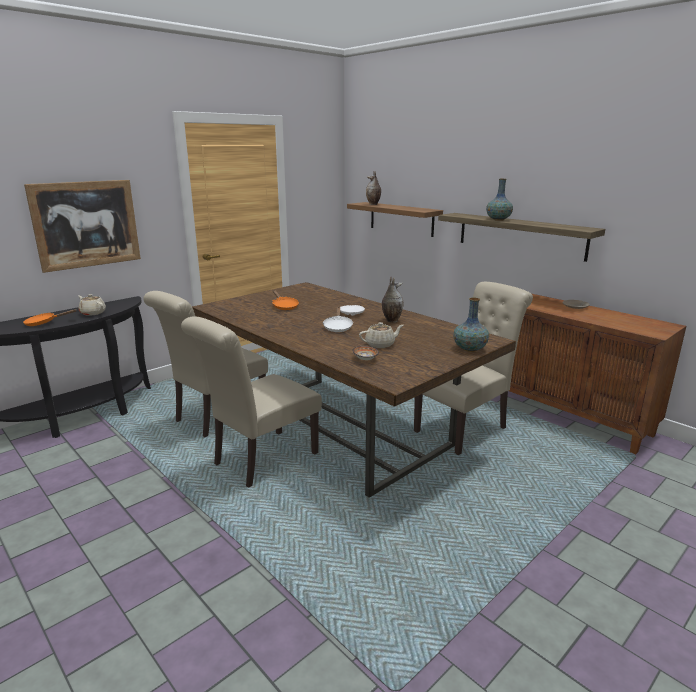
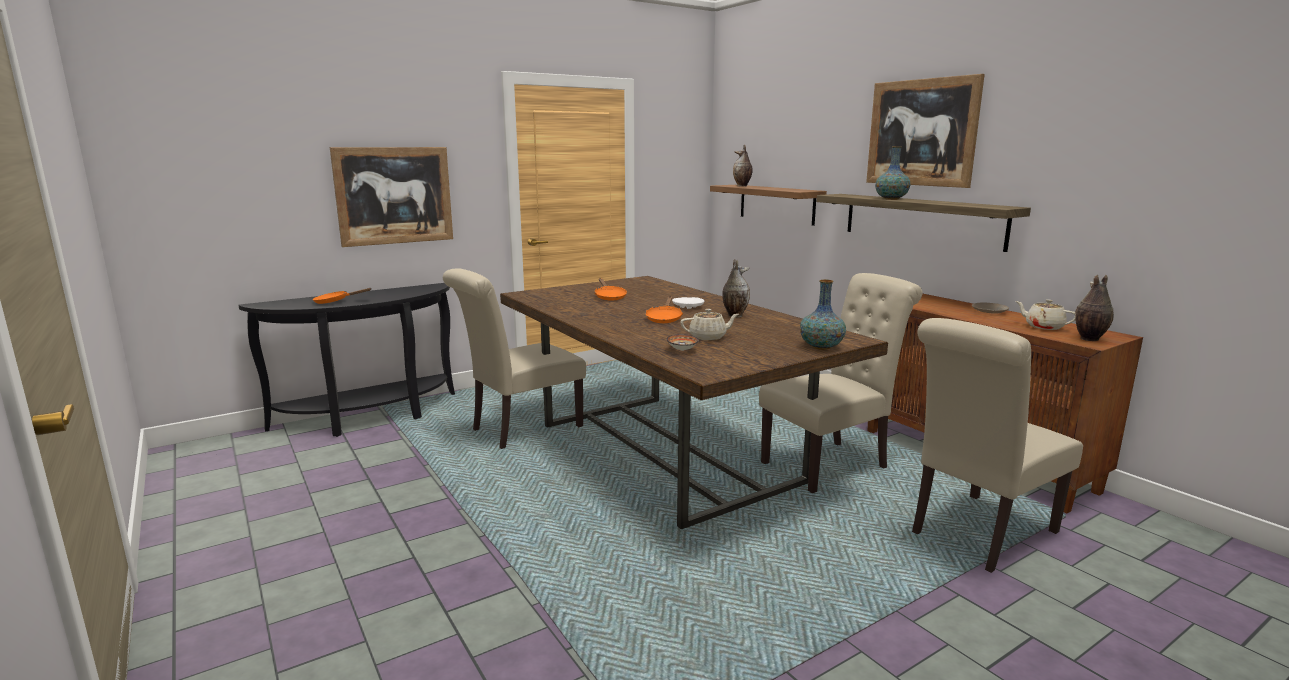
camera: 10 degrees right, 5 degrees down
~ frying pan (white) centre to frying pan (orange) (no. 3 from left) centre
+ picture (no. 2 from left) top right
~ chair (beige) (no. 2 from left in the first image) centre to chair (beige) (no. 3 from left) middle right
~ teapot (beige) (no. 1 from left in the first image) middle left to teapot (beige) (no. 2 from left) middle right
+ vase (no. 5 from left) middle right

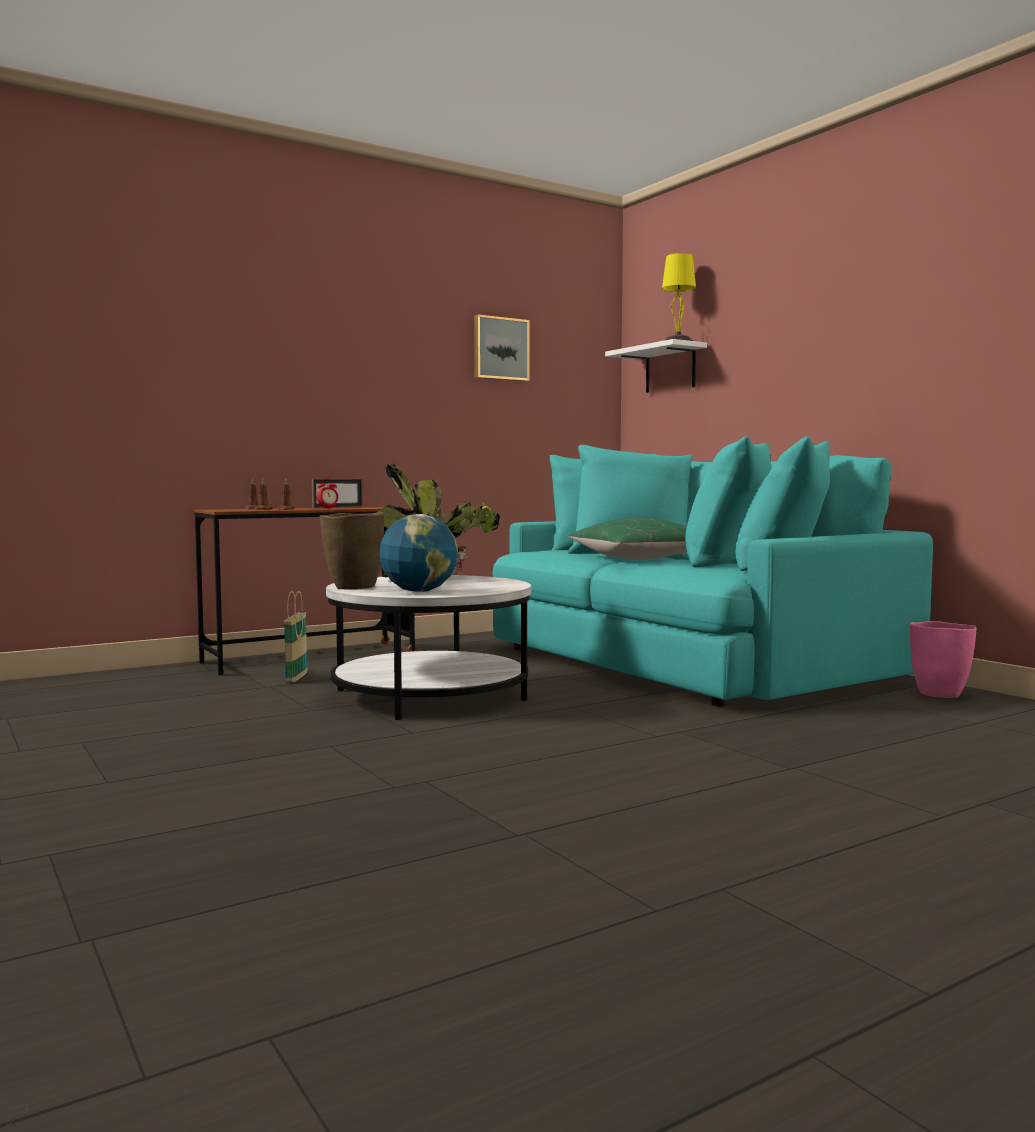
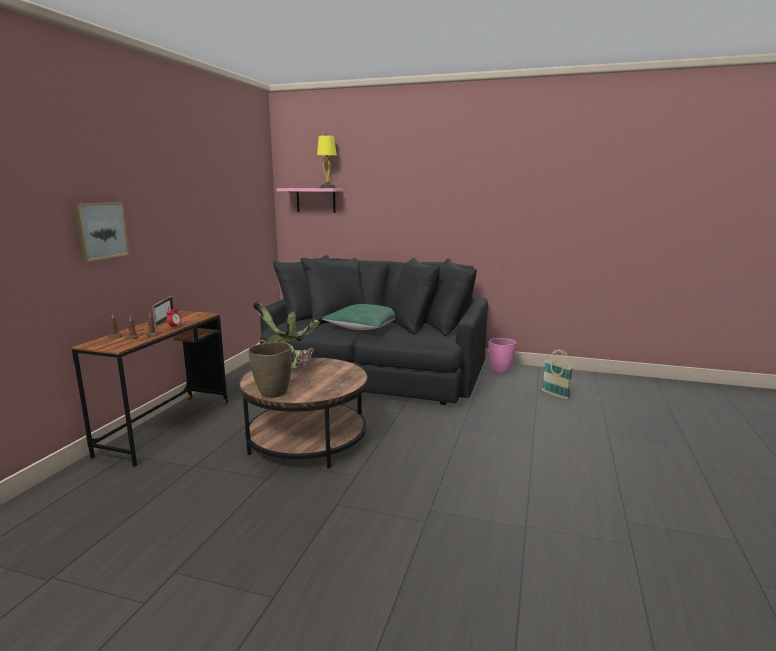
camera: 40 degrees left, 10 degrees up
~ picture top centre to middle left
~ coffee table (white) centre to coffee table (brown) centre
~ sofa (turquoise) middle right to sofa (black) centre
~ shelf (white) top centre to shelf (pink) top centre
~ basket middle left to middle right
- globe centre

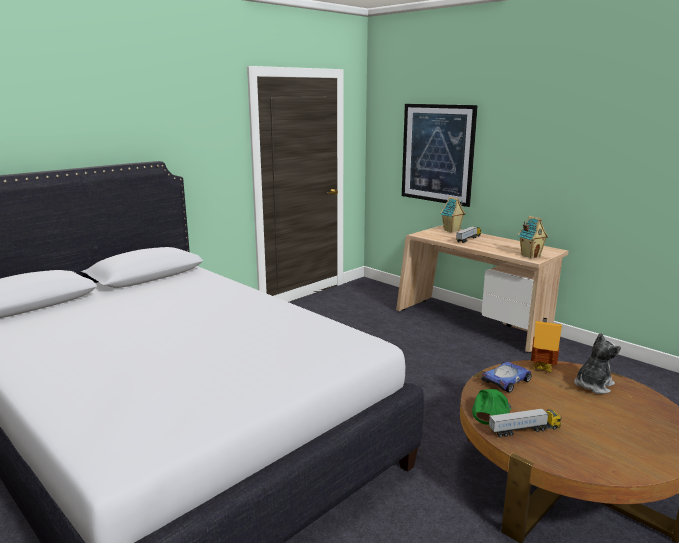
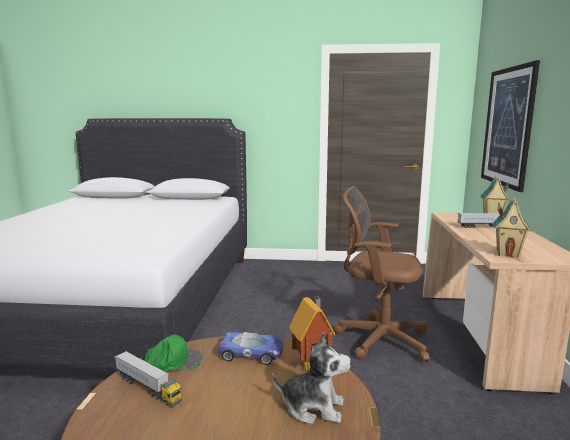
camera: 50 degrees right, 5 degrees down
+ office chair (brown) middle right

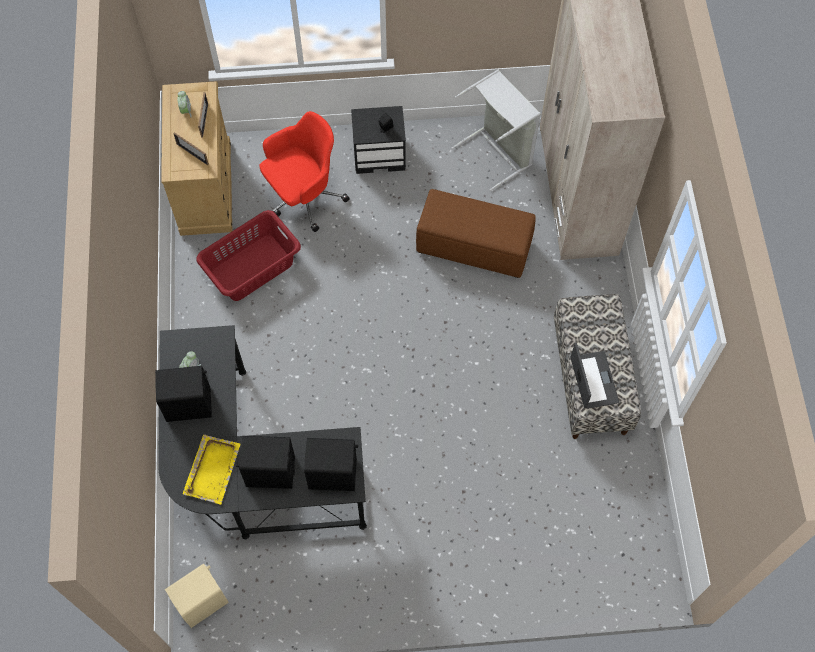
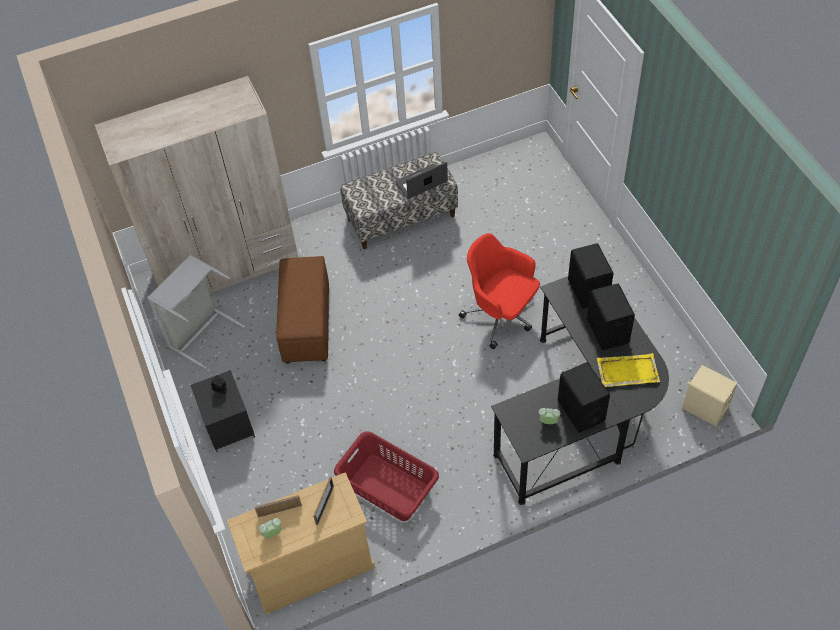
camera: 105 degrees left, 10 degrees down
~ office chair (red) top centre to centre

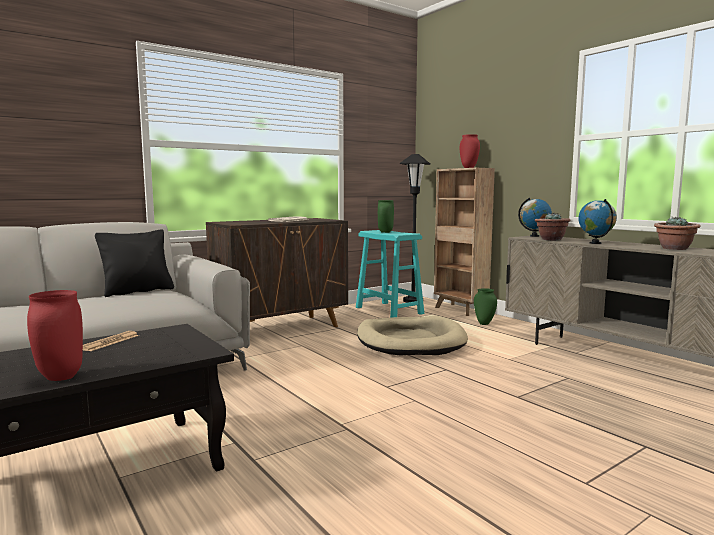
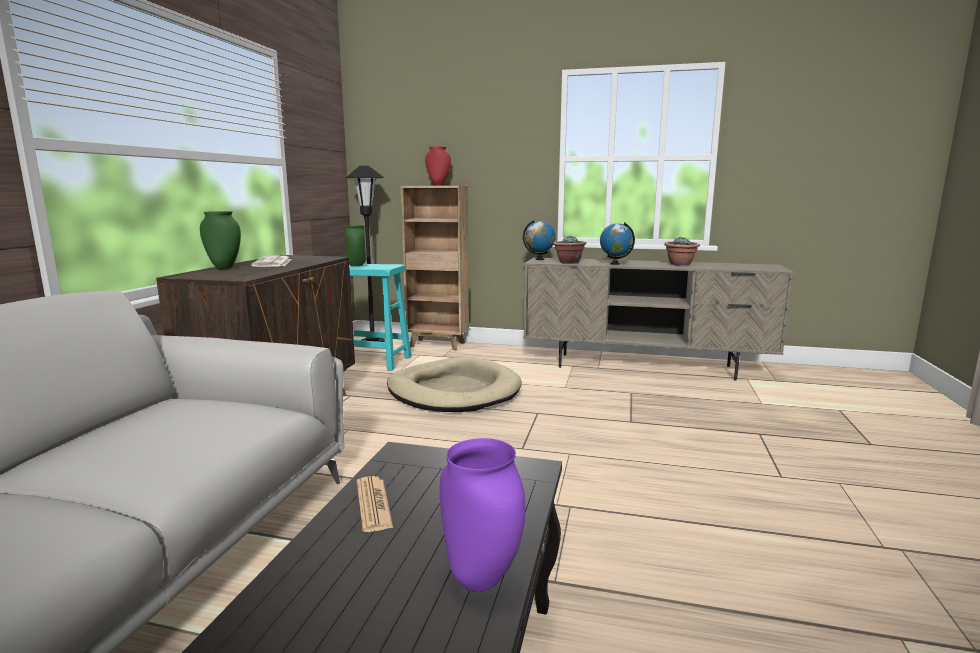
camera: 40 degrees left, 5 degrees up
~ vase (green) (no. 2 from left in the first image) middle right to vase (green) (no. 1 from left) middle left
~ vase (red) (no. 1 from left) middle left to vase (purple) bottom centre
- pillow (black) middle left

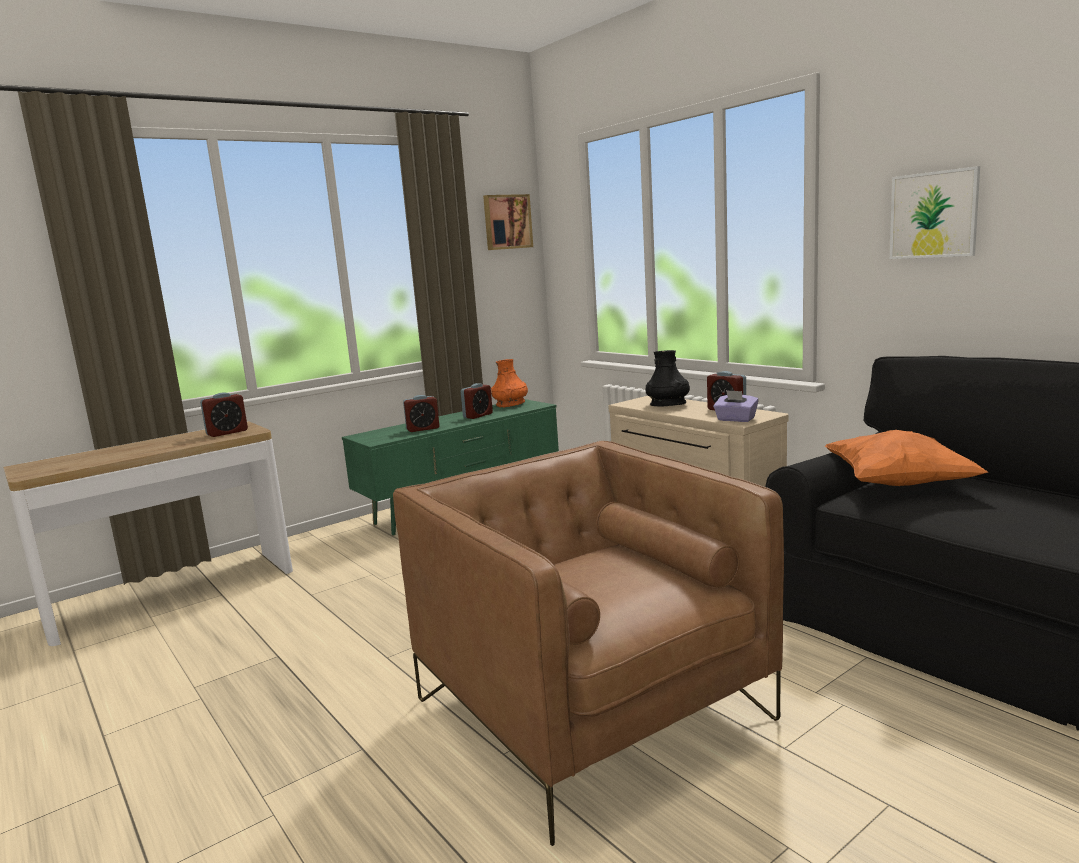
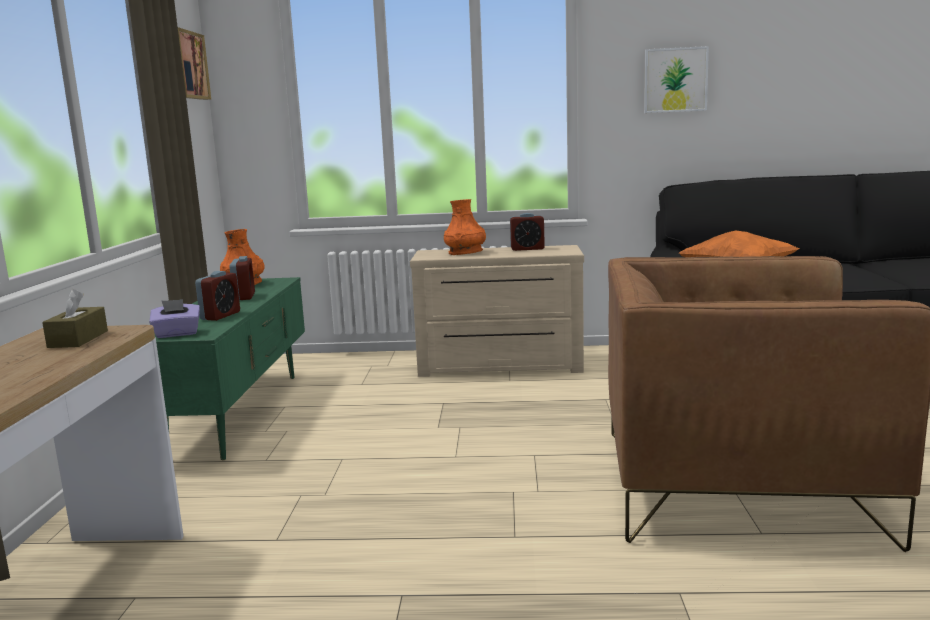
camera: 50 degrees left, 0 degrees up
~ alarm clock (no. 1 from left) middle left to tissue box (brown) middle left
~ tissue box (purple) middle right to middle left
~ vase (black) centre to vase (orange) (no. 2 from left) centre

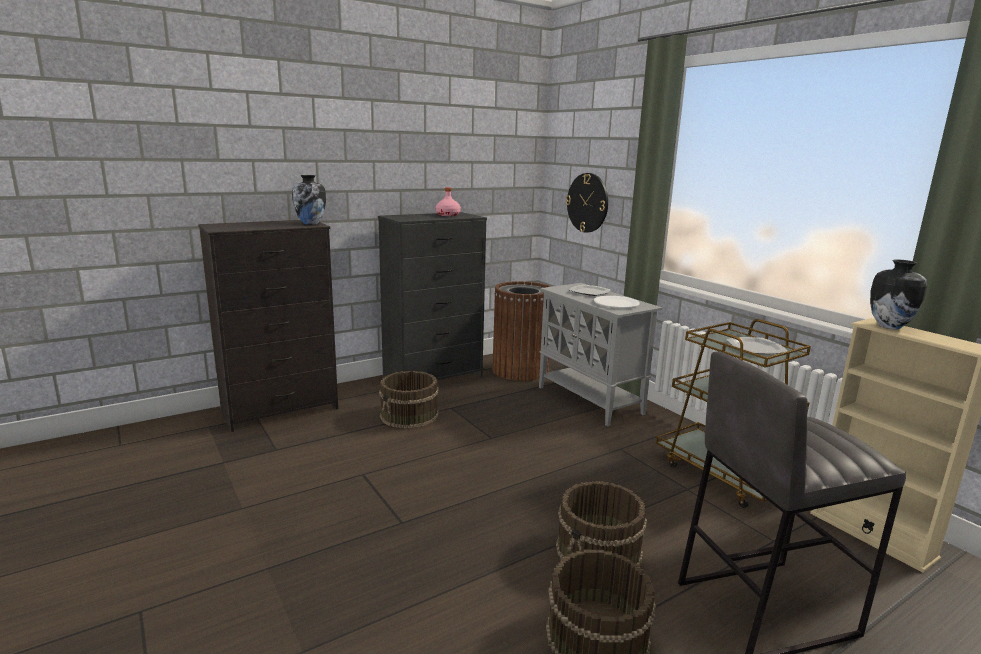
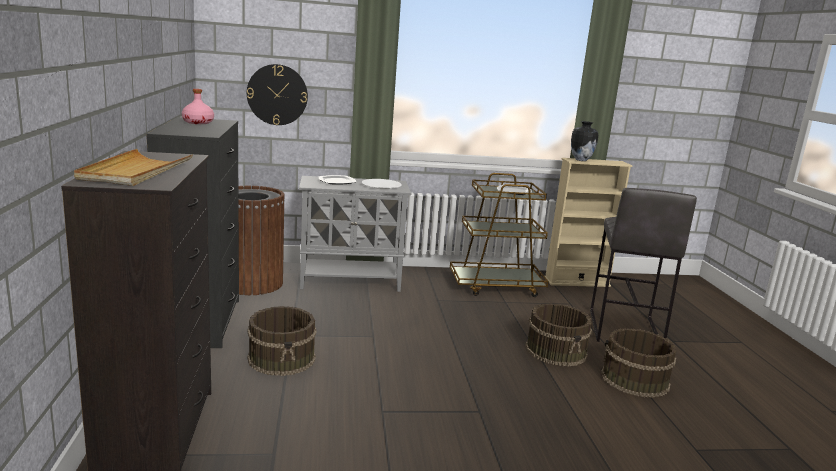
camera: 65 degrees left, 0 degrees up
+ tray (beige) middle left
- vase (no. 1 from left) top left

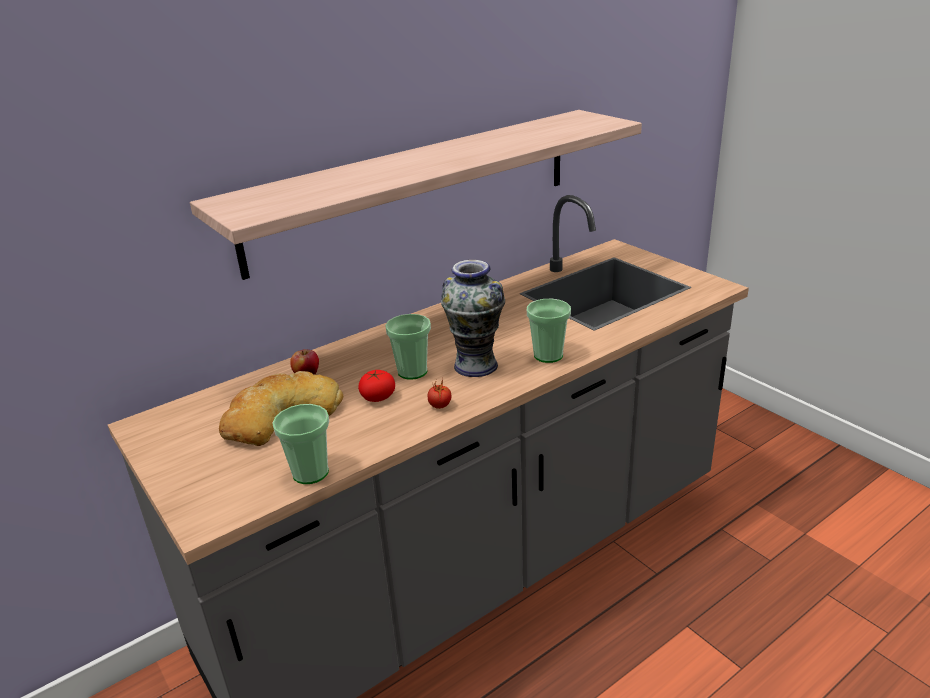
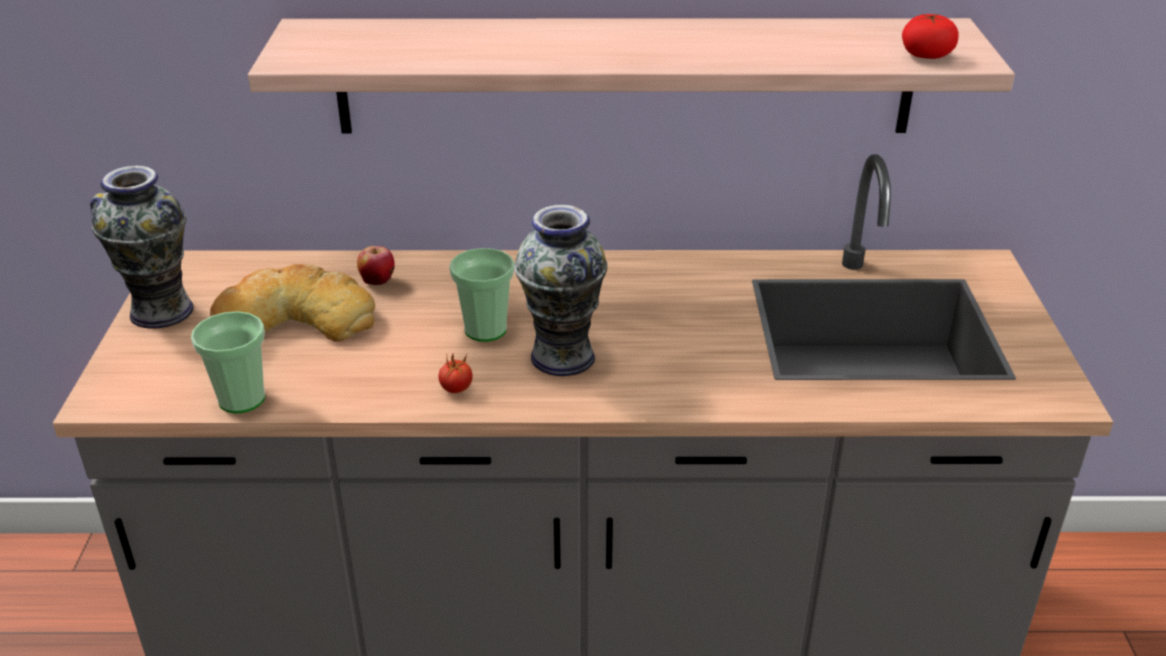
camera: 35 degrees right, 5 degrees up
+ vase (no. 1 from left) middle left
~ tomato (no. 1 from left in the first image) centre to tomato (no. 2 from left) top right
- cup (no. 3 from left) centre

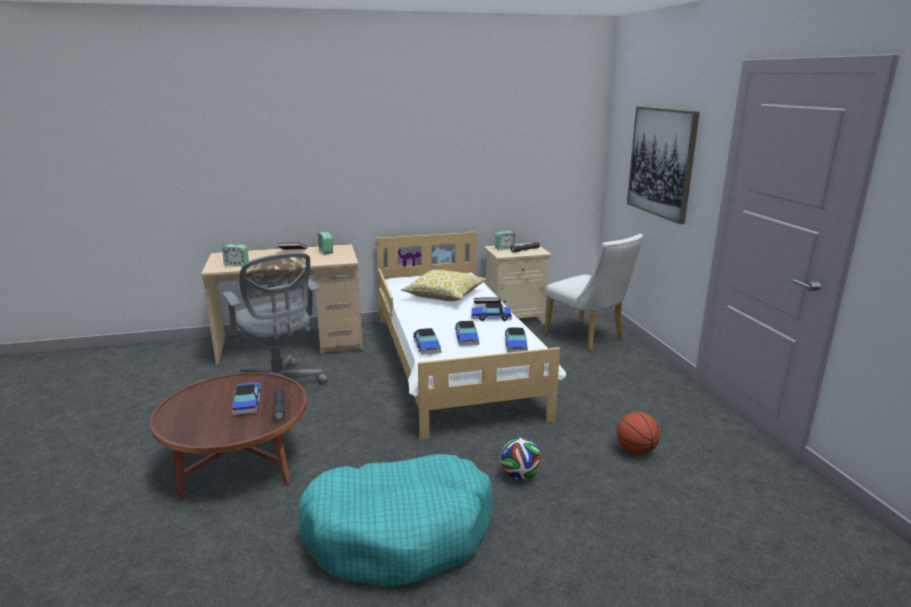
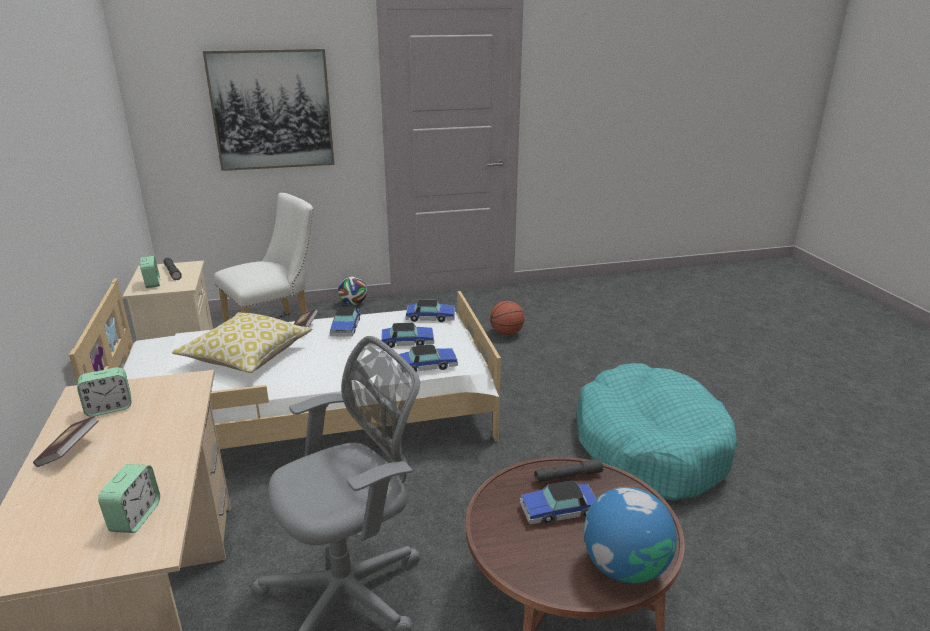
camera: 90 degrees left, 5 degrees up
~ football bottom centre to centre
+ globe bottom right

